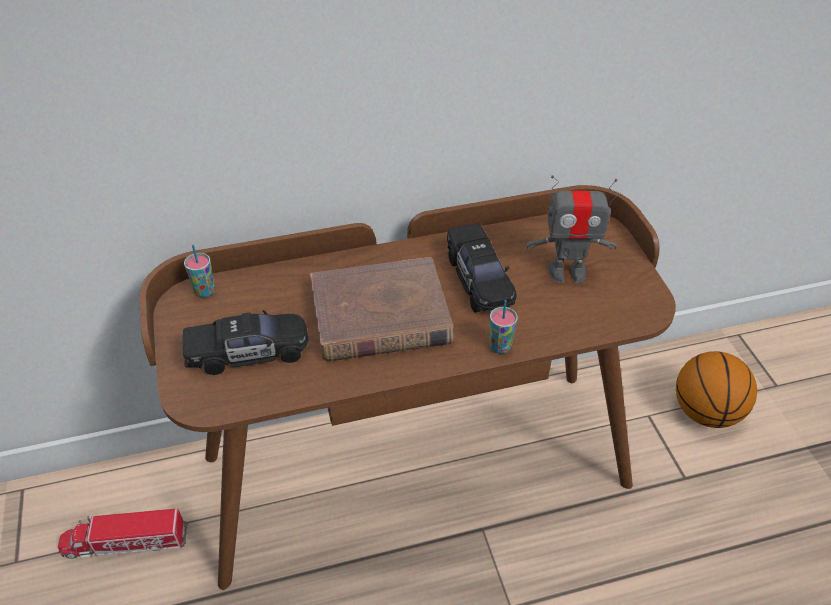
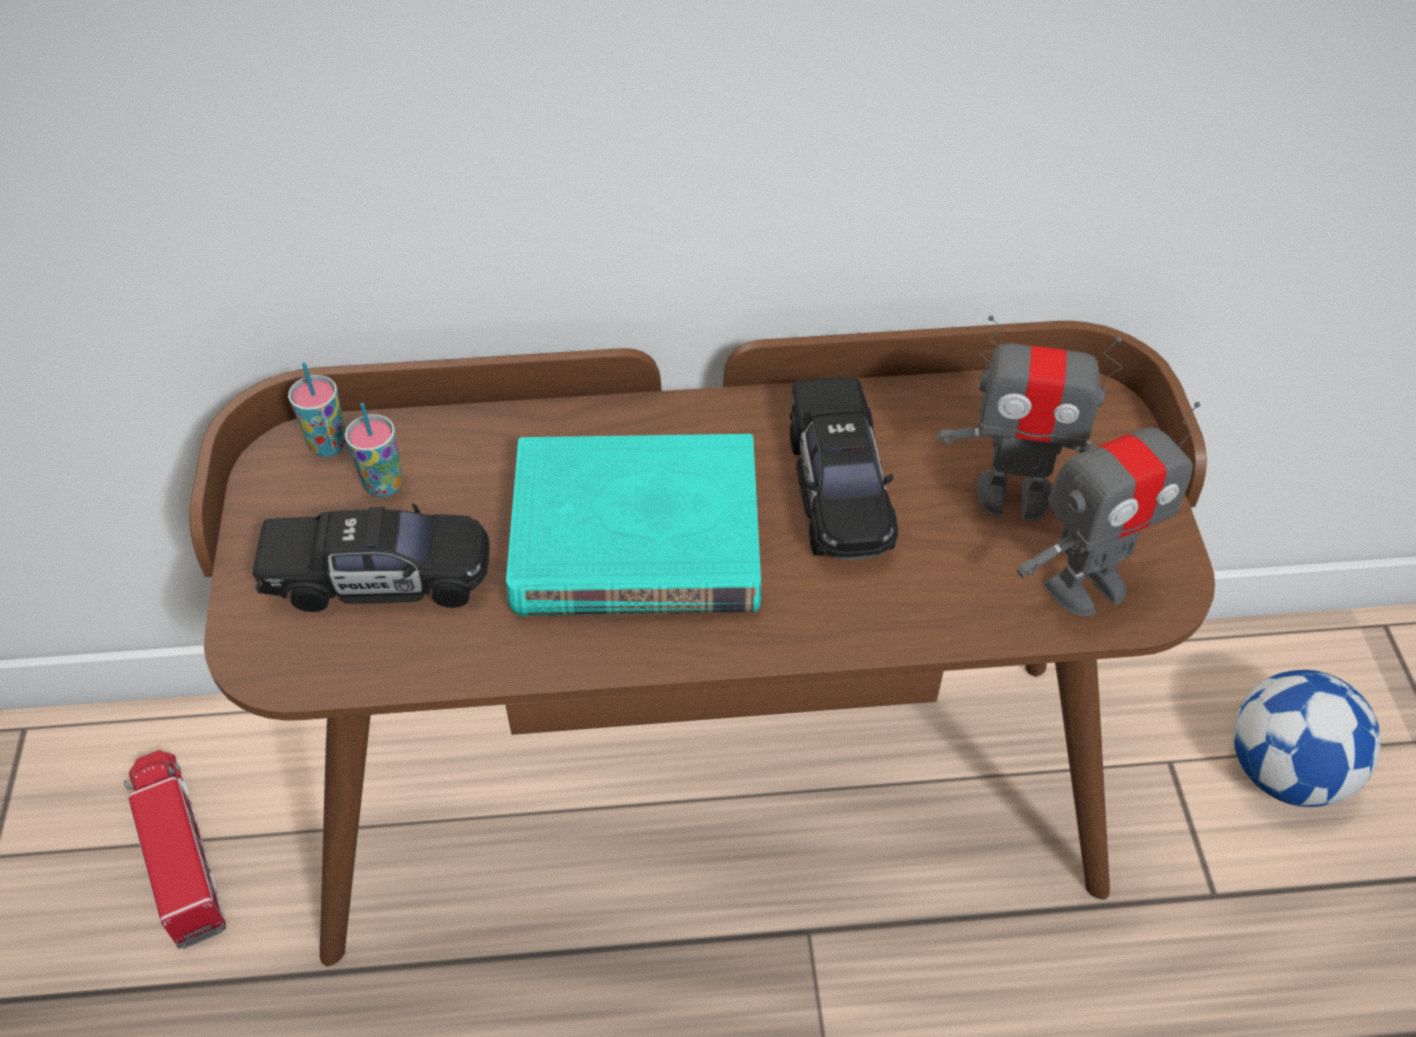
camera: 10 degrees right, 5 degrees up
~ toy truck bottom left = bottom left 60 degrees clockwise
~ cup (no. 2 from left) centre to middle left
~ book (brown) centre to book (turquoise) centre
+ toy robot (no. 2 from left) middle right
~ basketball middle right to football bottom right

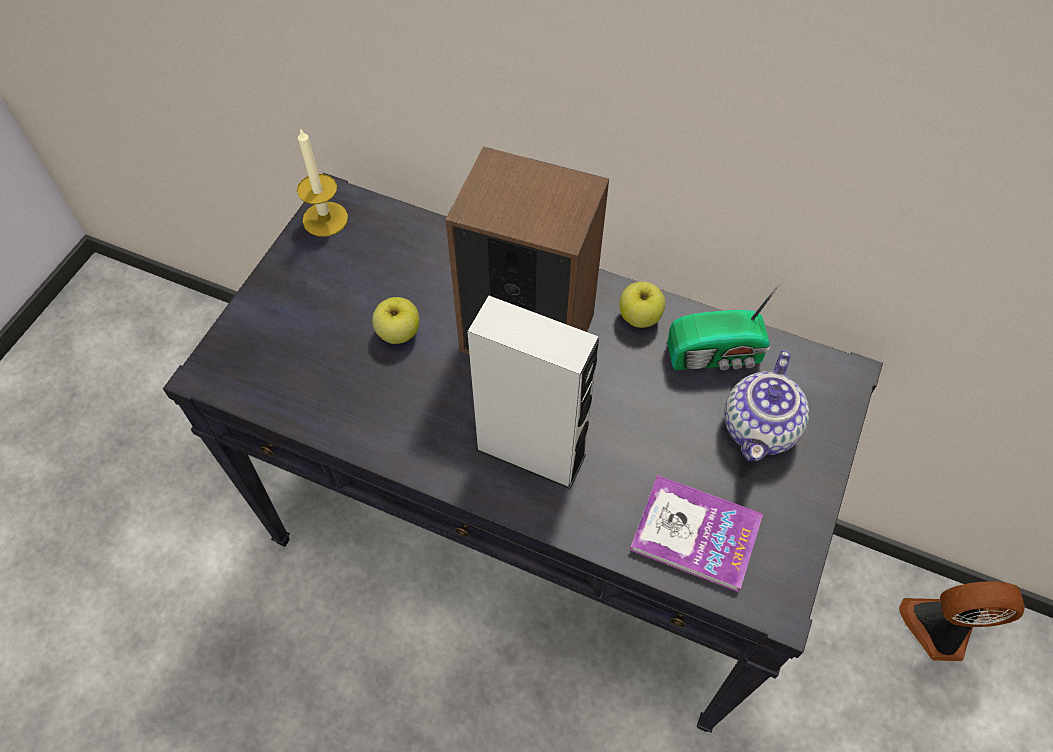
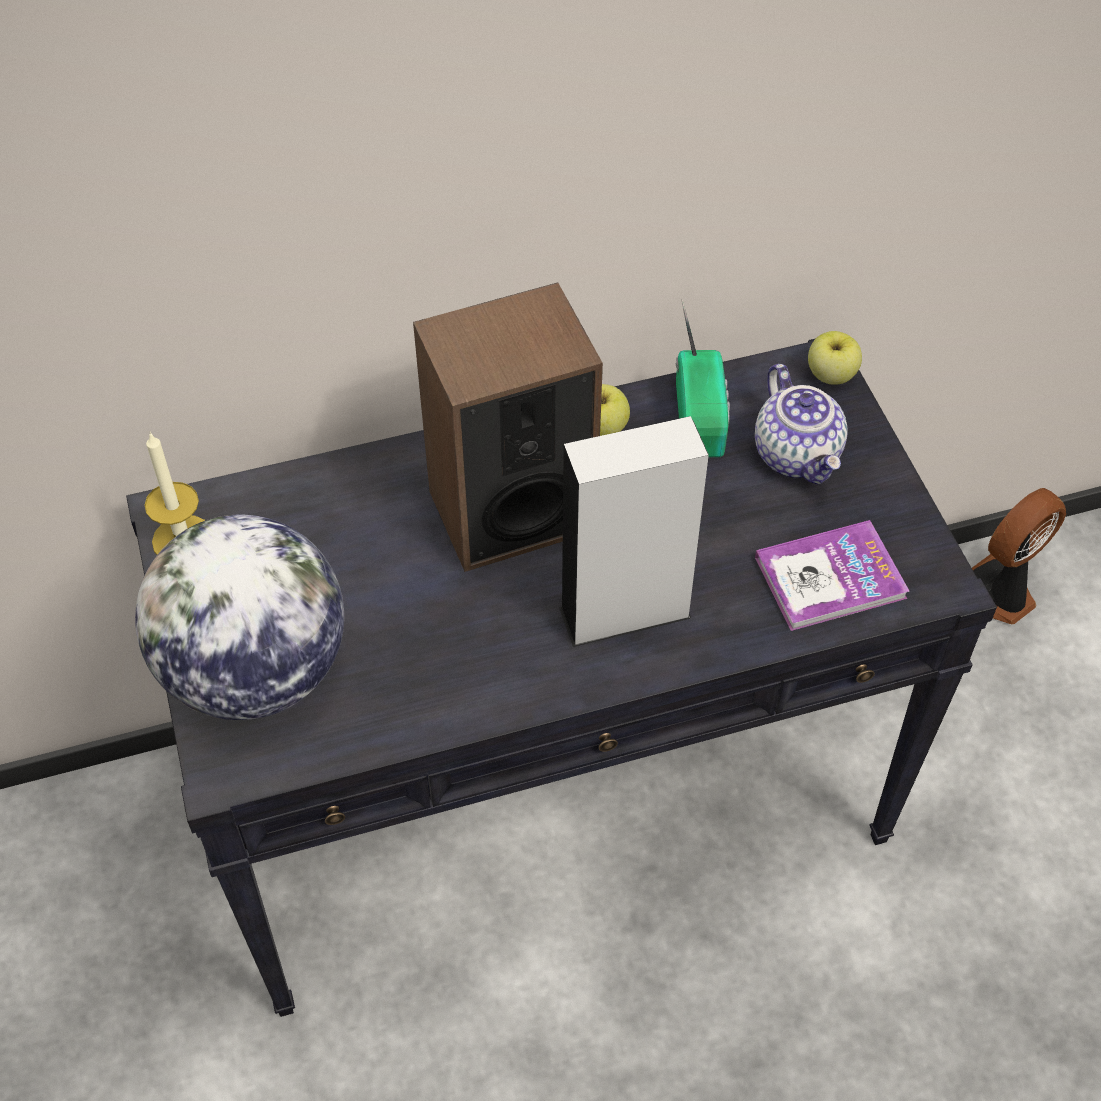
camera: 40 degrees left, 5 degrees down
+ globe middle left
~ radio middle right = centre 45 degrees counterclockwise
~ apple (no. 1 from left in the first image) centre to apple (no. 2 from left) top right

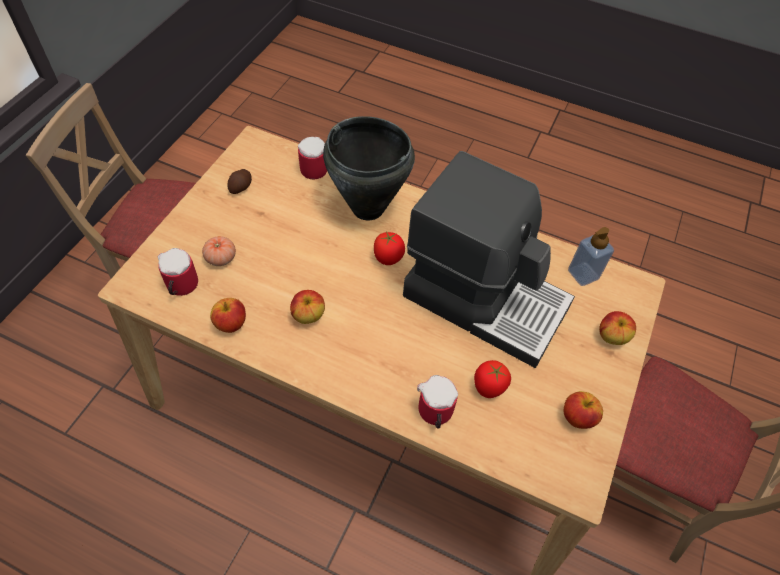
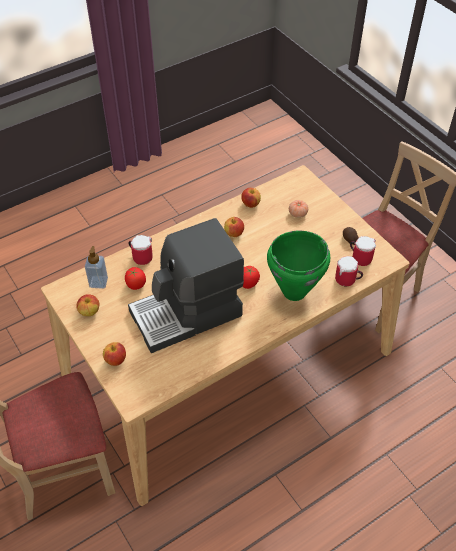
camera: 125 degrees right, 5 degrees down
~ soap dispenser middle right to middle left
~ cooking pot (black) top centre to cooking pot (green) centre
~ mug (no. 1 from left in the first image) middle left to mug (no. 3 from left) middle right

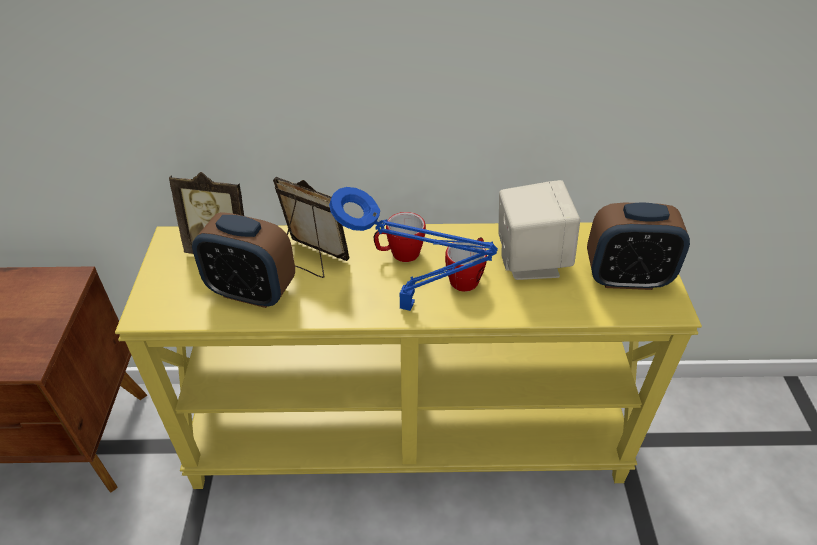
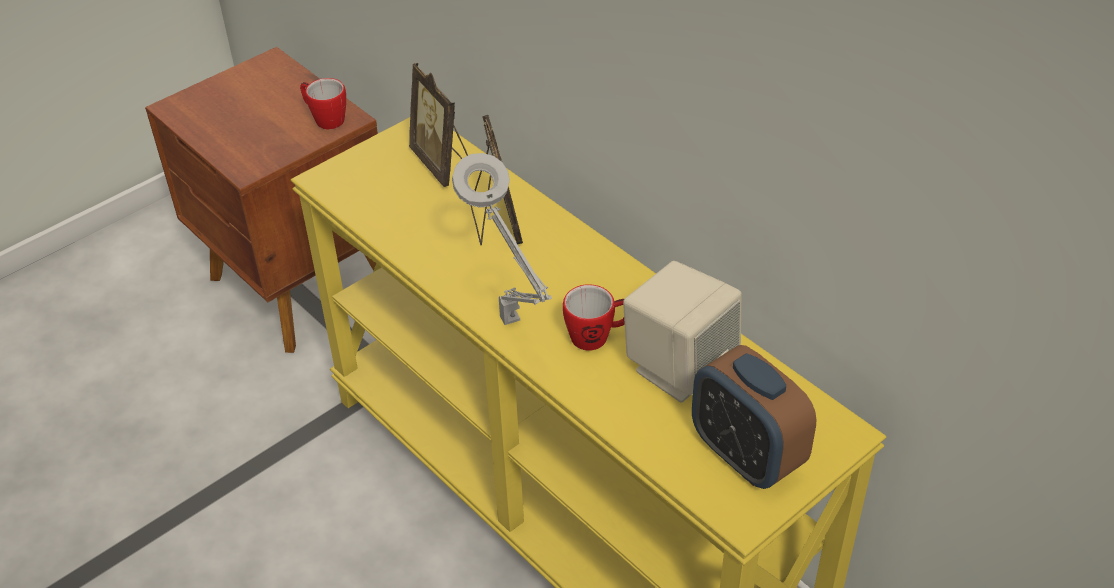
camera: 50 degrees right, 0 degrees up
~ mug (no. 1 from left) centre to top left
~ table lamp (blue) centre to table lamp (grey) centre
- alarm clock (no. 1 from left) middle left

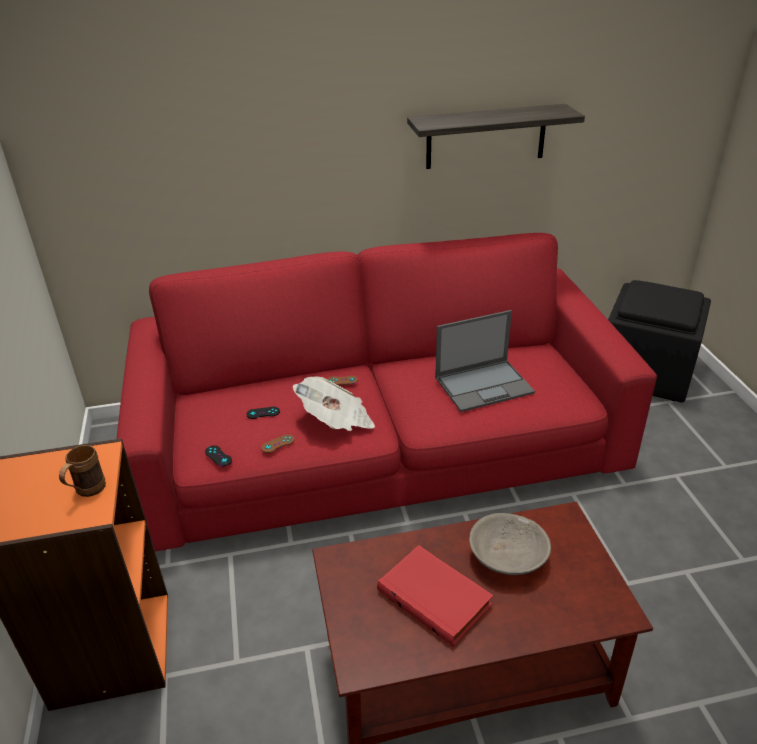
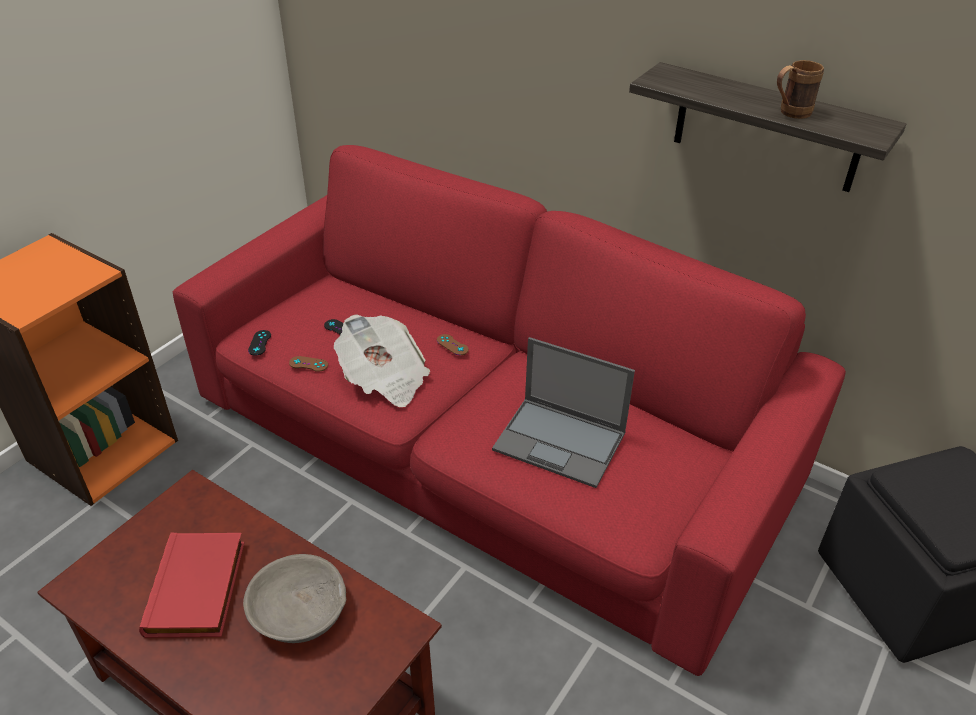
camera: 45 degrees right, 5 degrees up
~ mug (brown) middle left to top right

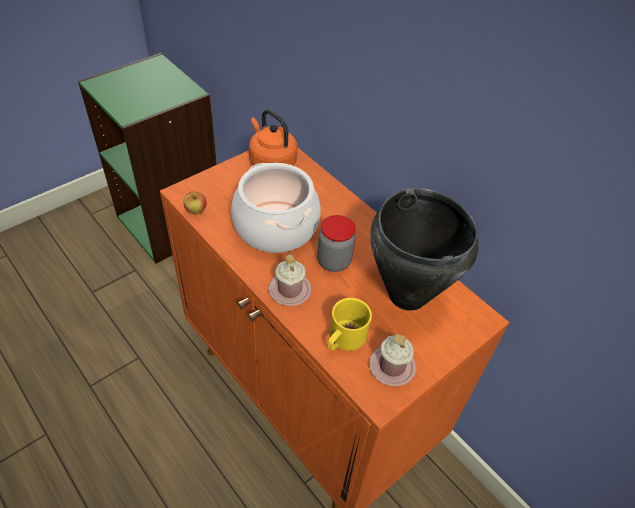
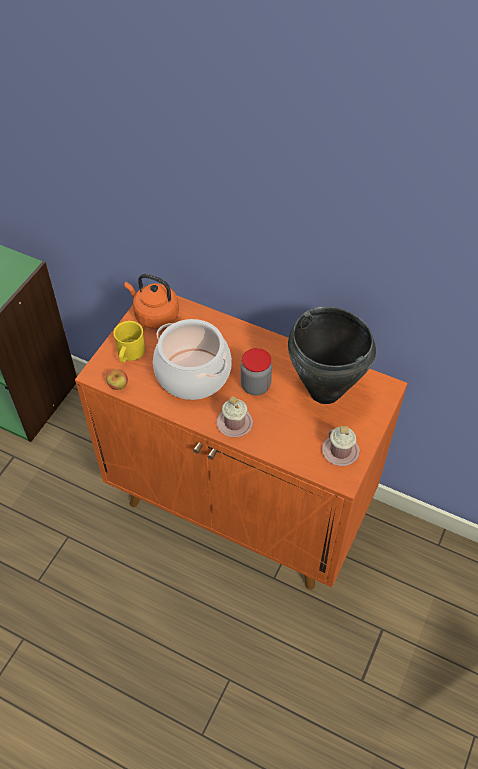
camera: 20 degrees left, 5 degrees up
~ mug (yellow) centre to middle left

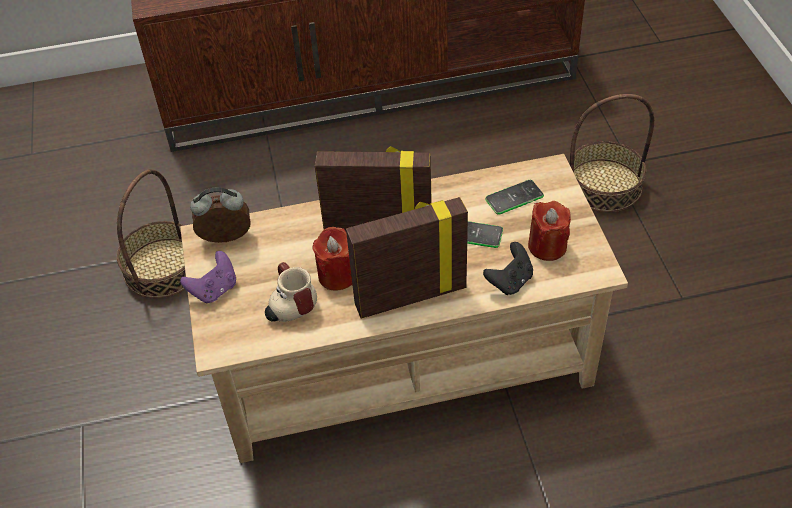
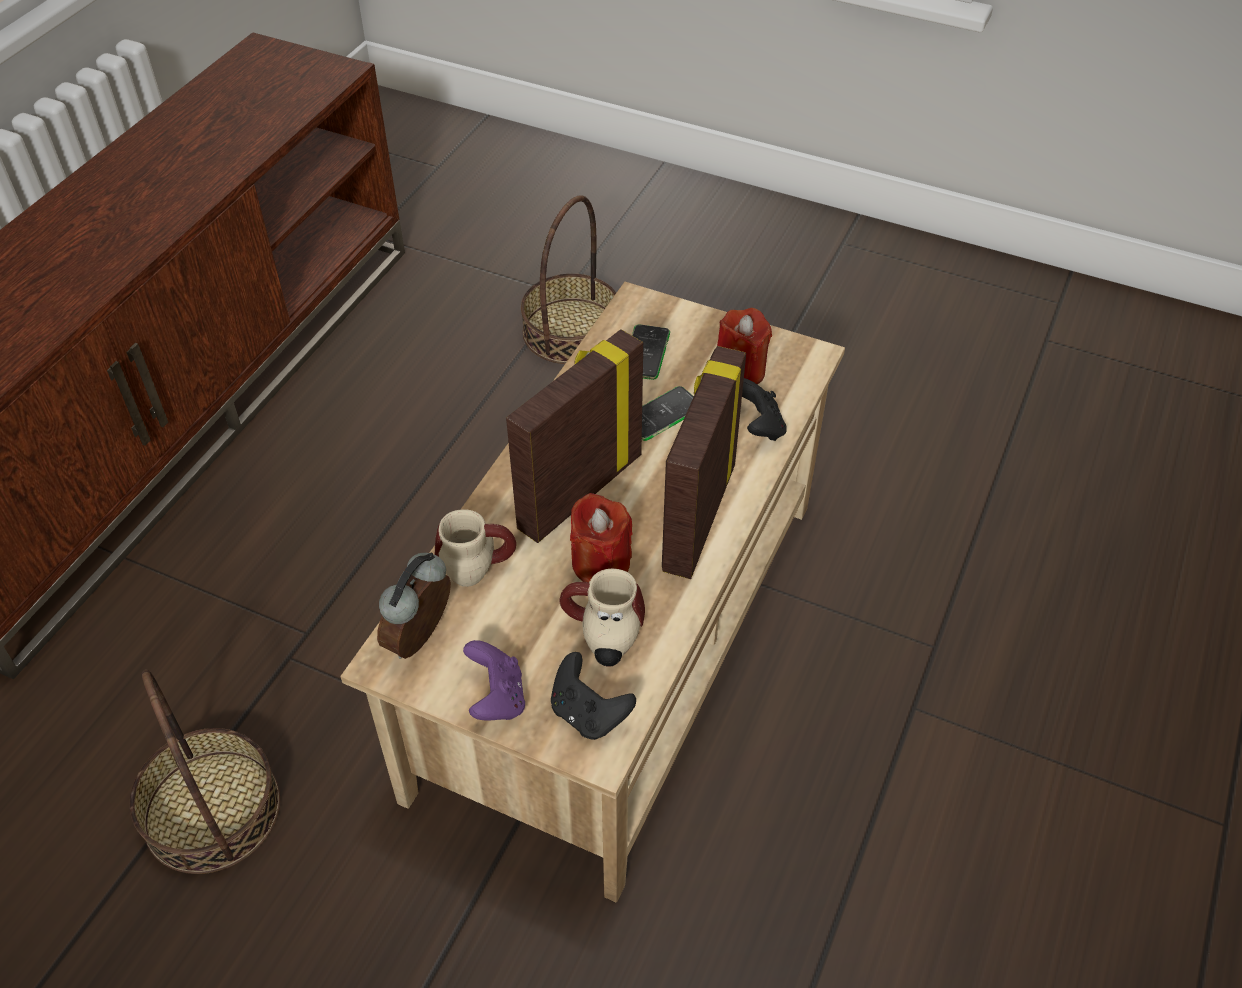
camera: 55 degrees left, 0 degrees up
+ mug (no. 1 from left) centre
+ game controller (black) (no. 1 from left) bottom centre

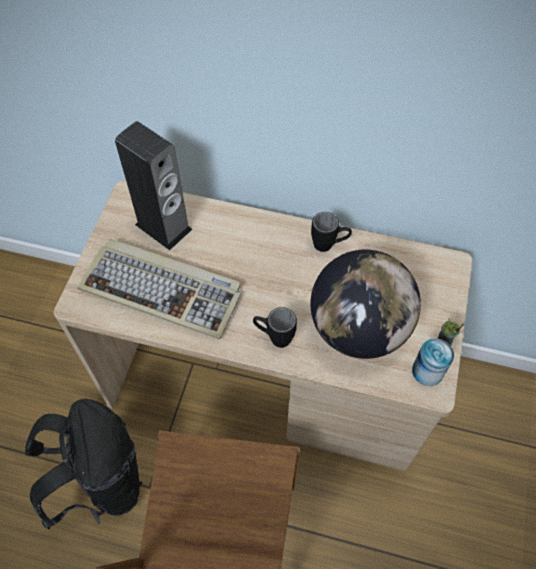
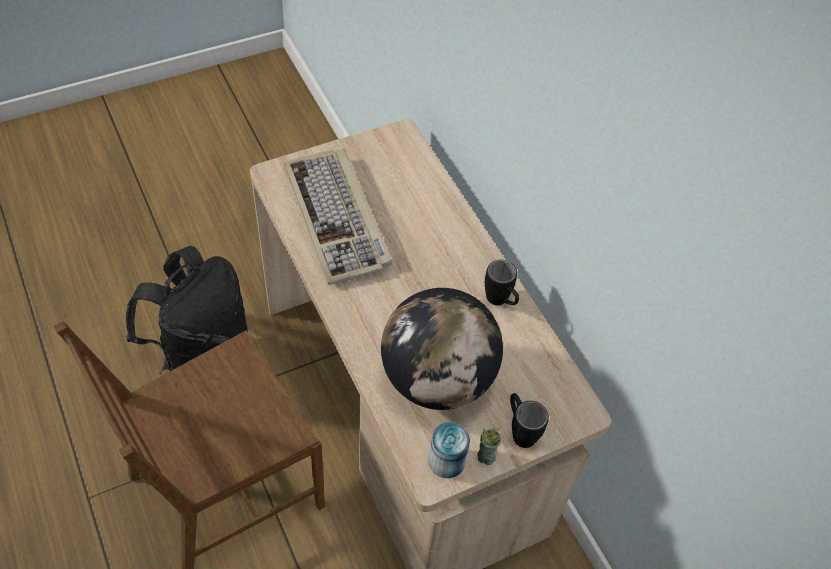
camera: 45 degrees right, 5 degrees down
~ mug (black) (no. 1 from left in the first image) centre to mug (black) (no. 2 from left) bottom centre
- speaker top left

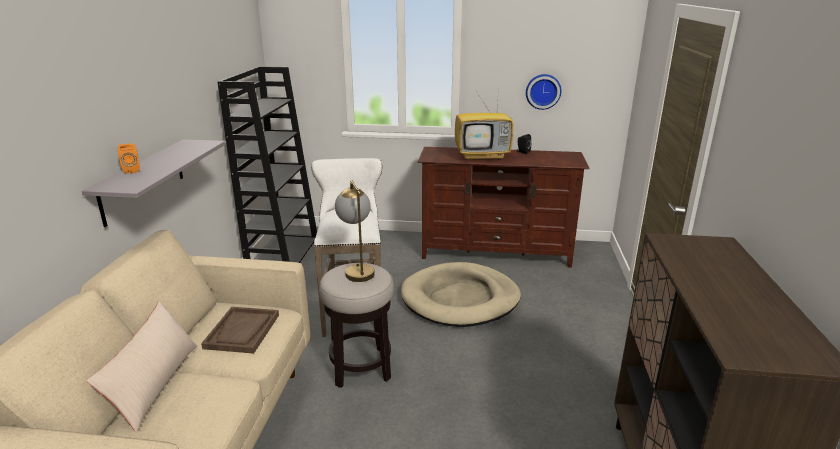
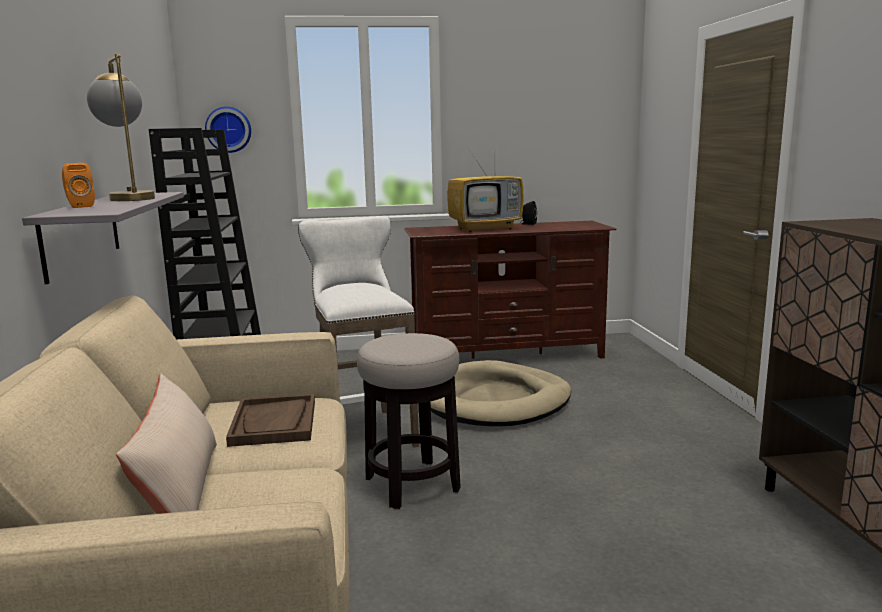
camera: 15 degrees left, 10 degrees down
~ table lamp centre to top left
~ wall clock top centre to top left

